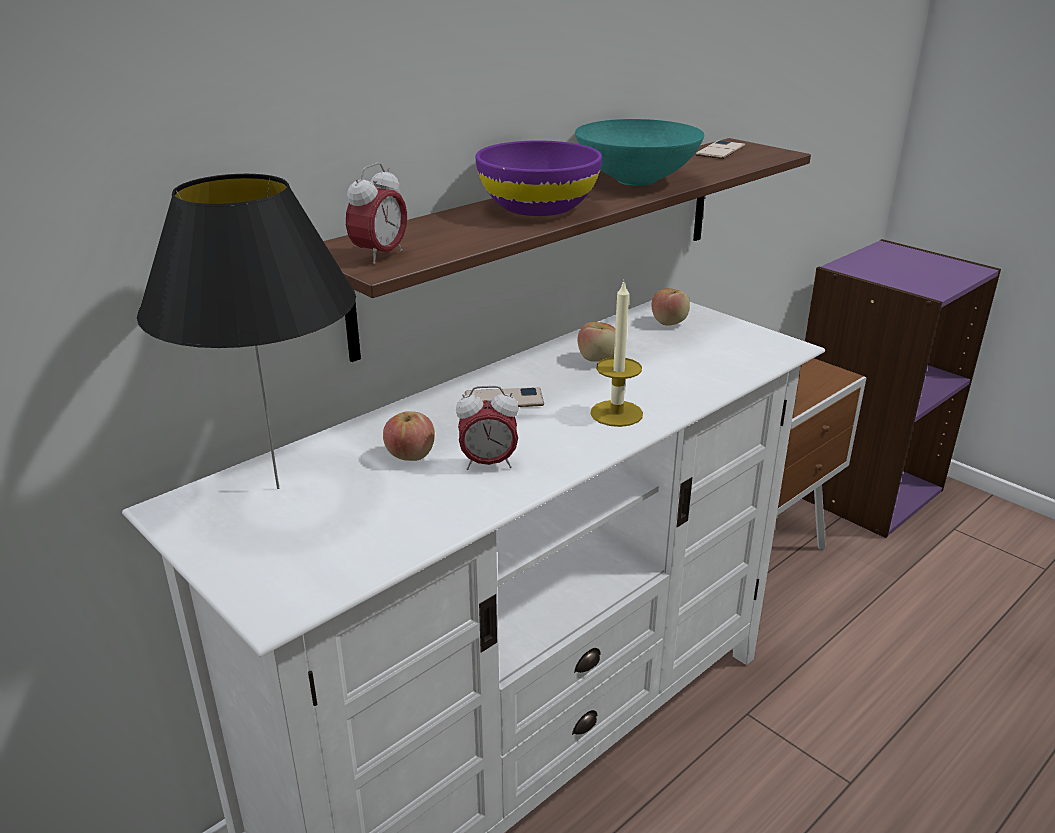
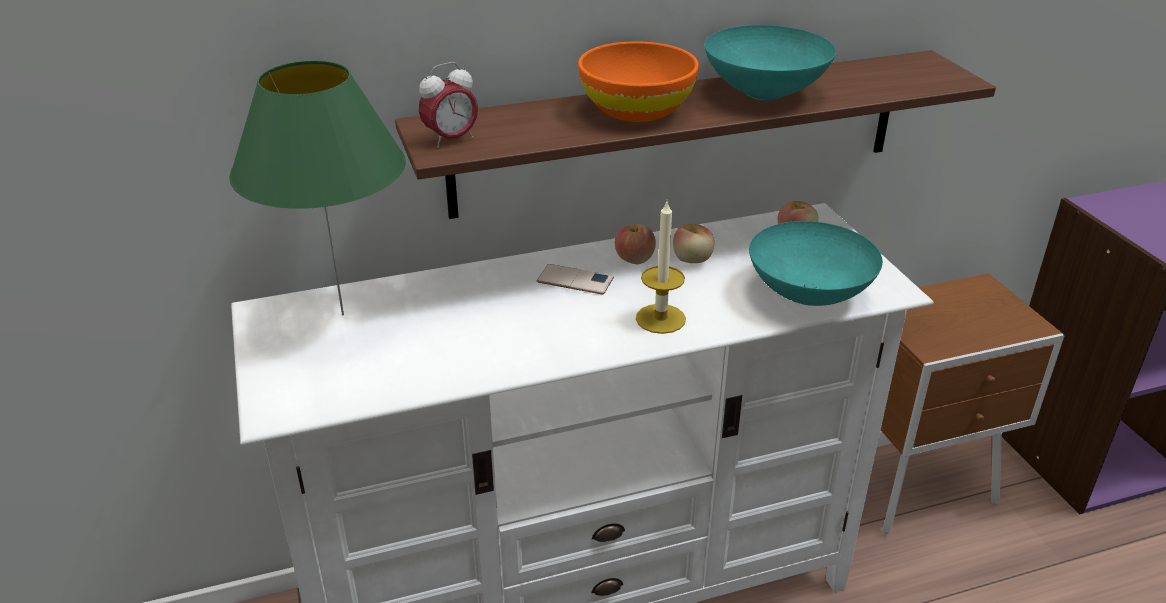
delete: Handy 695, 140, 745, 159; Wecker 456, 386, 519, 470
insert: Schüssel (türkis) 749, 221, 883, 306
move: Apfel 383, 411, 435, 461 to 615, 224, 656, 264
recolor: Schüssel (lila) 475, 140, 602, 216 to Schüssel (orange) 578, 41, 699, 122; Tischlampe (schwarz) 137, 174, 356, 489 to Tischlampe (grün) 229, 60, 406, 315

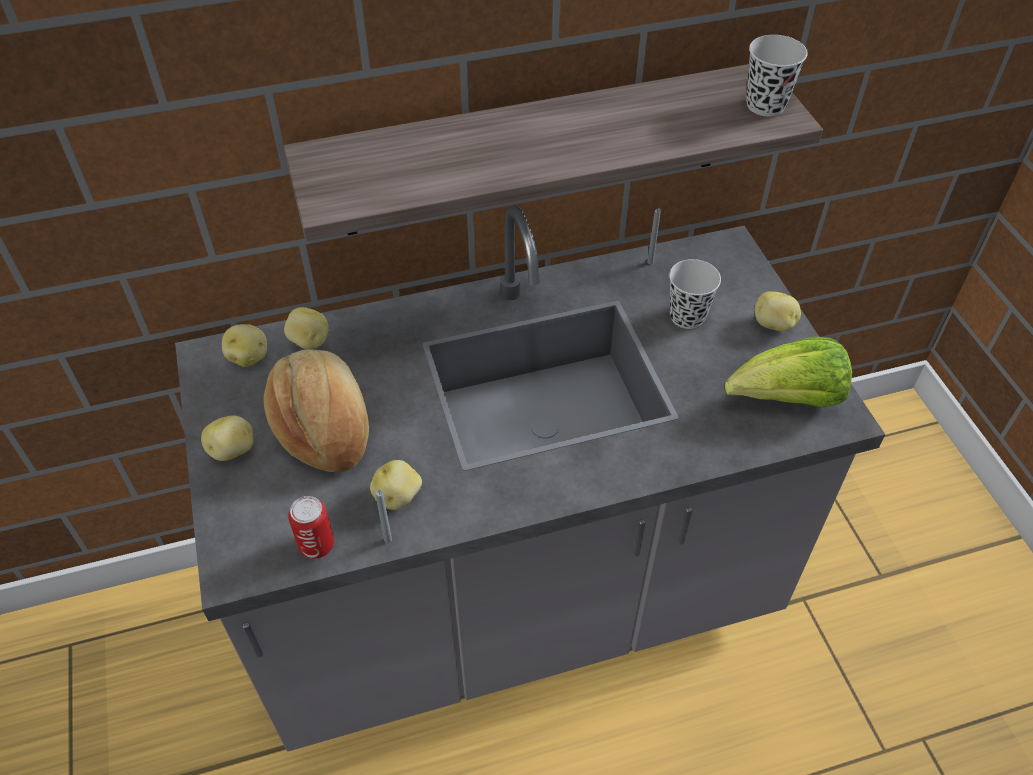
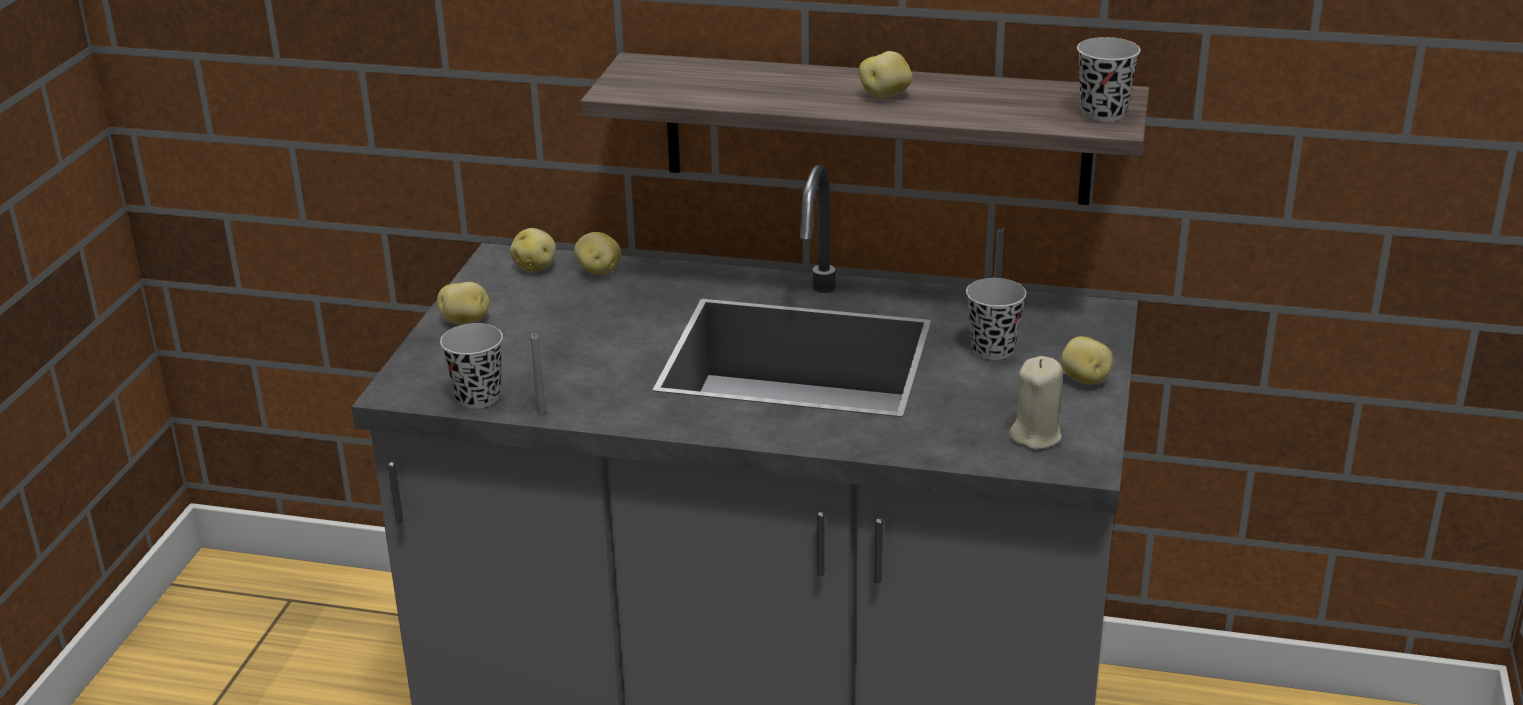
delete: Brot 264, 349, 369, 473
move: Kartoffel 370, 460, 422, 510 to 859, 51, 913, 99
replace: Salatkopf 725, 336, 852, 408 to Kerze (beige) 1008, 356, 1063, 450; Dose 288, 496, 334, 559 to Tasse (schwarz) 440, 323, 503, 409

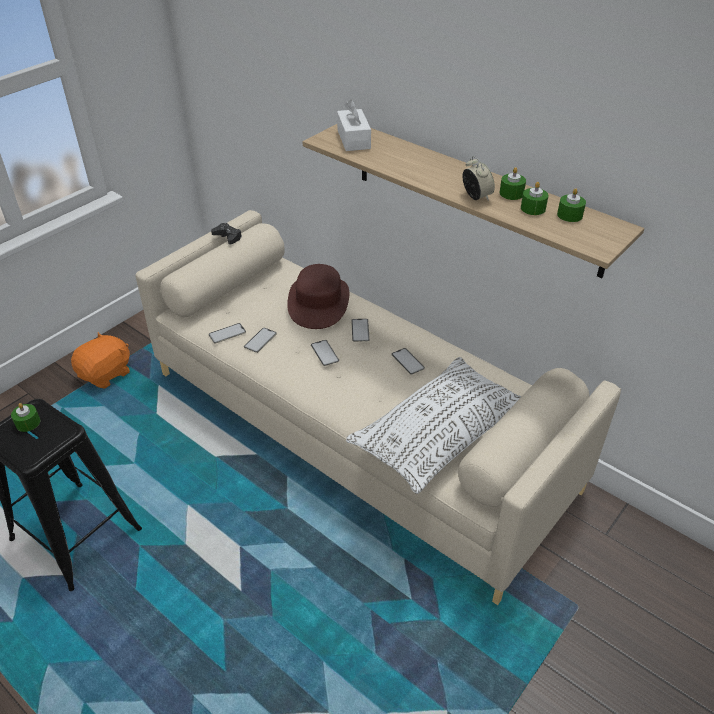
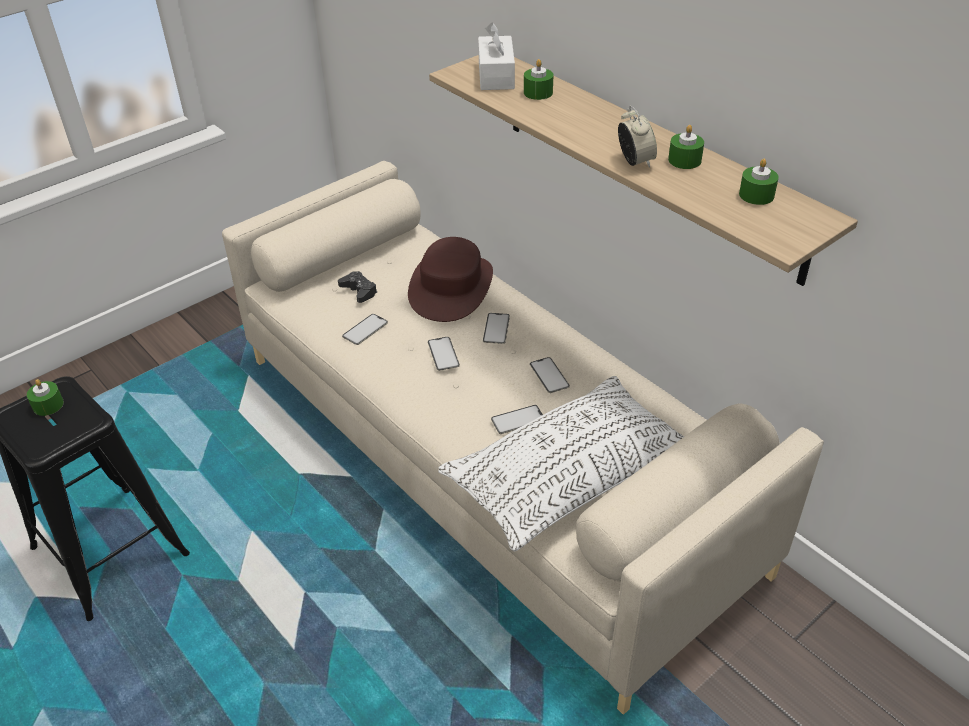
delete: Plüschtier (orange) 71, 332, 130, 388
move: Kerze (grün) 521, 182, 548, 215 to 524, 59, 553, 100; Gamepad (schwarz) 211, 223, 242, 244 to 338, 271, 377, 303; Handy 209, 323, 246, 344 to 491, 405, 543, 434

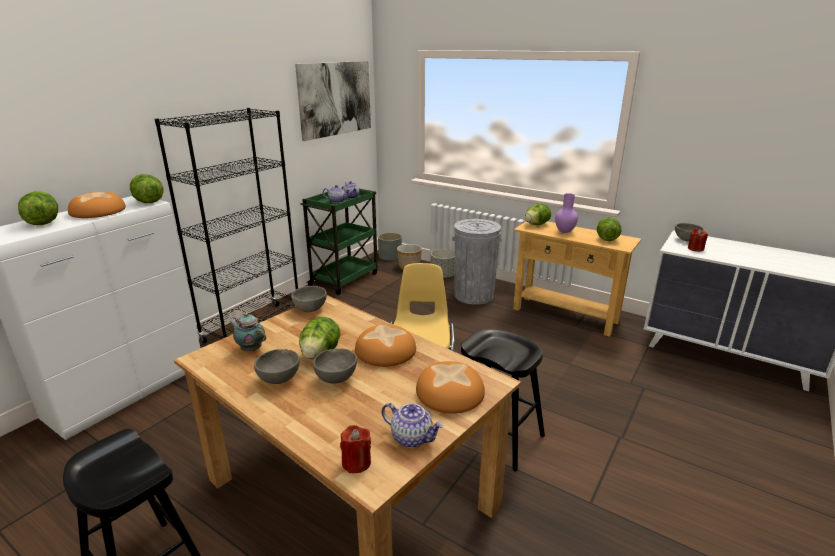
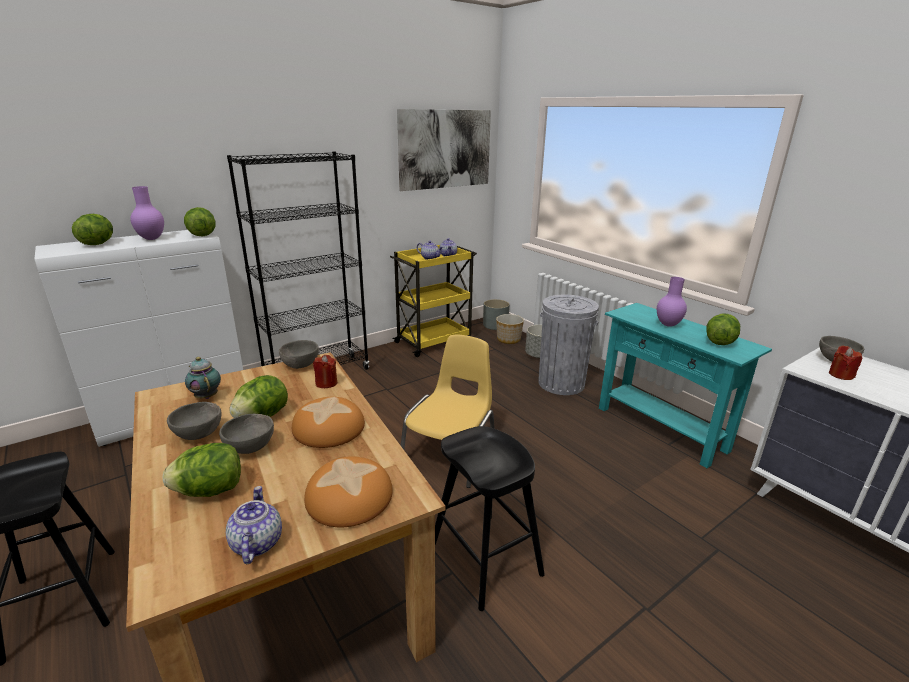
move: Salatkopf 525, 204, 551, 225 to 163, 443, 241, 497; Kerze (rot) 340, 425, 371, 473 to 313, 355, 337, 388
replace: Brot 68, 192, 126, 218 to Vase (lila) 130, 186, 164, 240
recolor: Rollwagen (grün) 300, 187, 378, 295 to Rollwagen (gelb) 390, 245, 477, 357; Konsolentisch (beige) 513, 221, 641, 337 to Konsolentisch (türkis) 599, 303, 772, 468
rotate: Teekanne 382, 403, 444, 448 = 226, 486, 282, 564 150 degrees counterclockwise

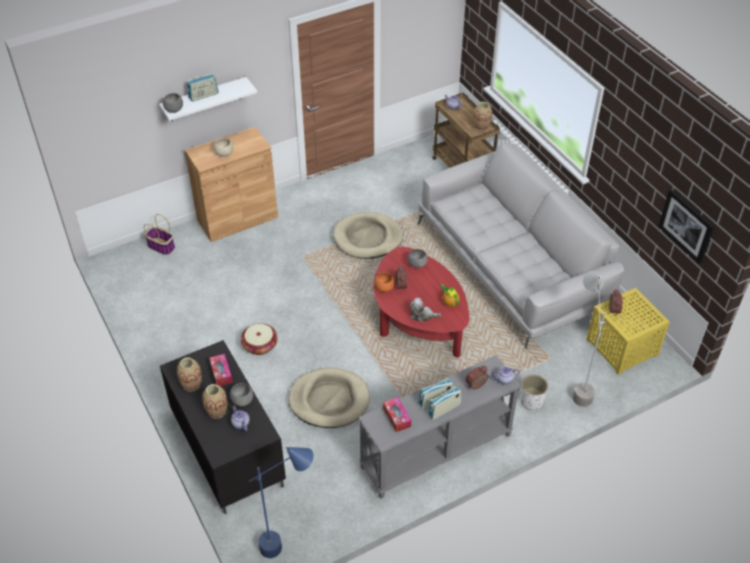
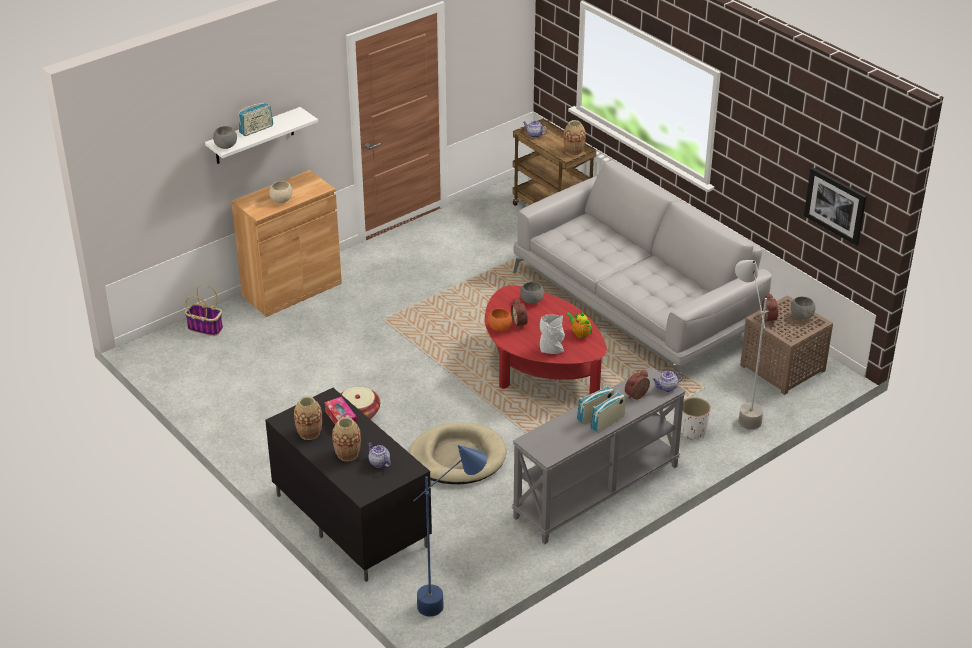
delete: Hundebett (beige) 333, 212, 403, 259; Taschentuchbox 383, 397, 411, 432
move: Schüssel (grau) 230, 383, 253, 406 to 791, 296, 815, 319
replace: Plüschtier 410, 298, 441, 322 to Vase (grau) 540, 315, 565, 354
recolor: Beistelltisch (gelb) 586, 288, 670, 375 to Beistelltisch (braun) 740, 295, 833, 395

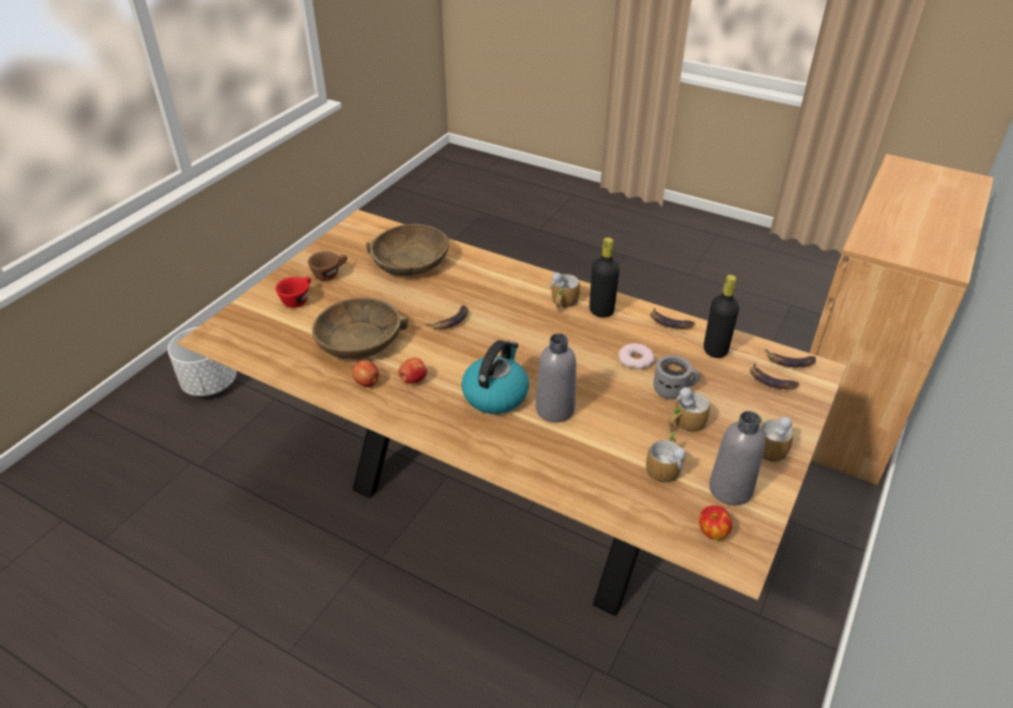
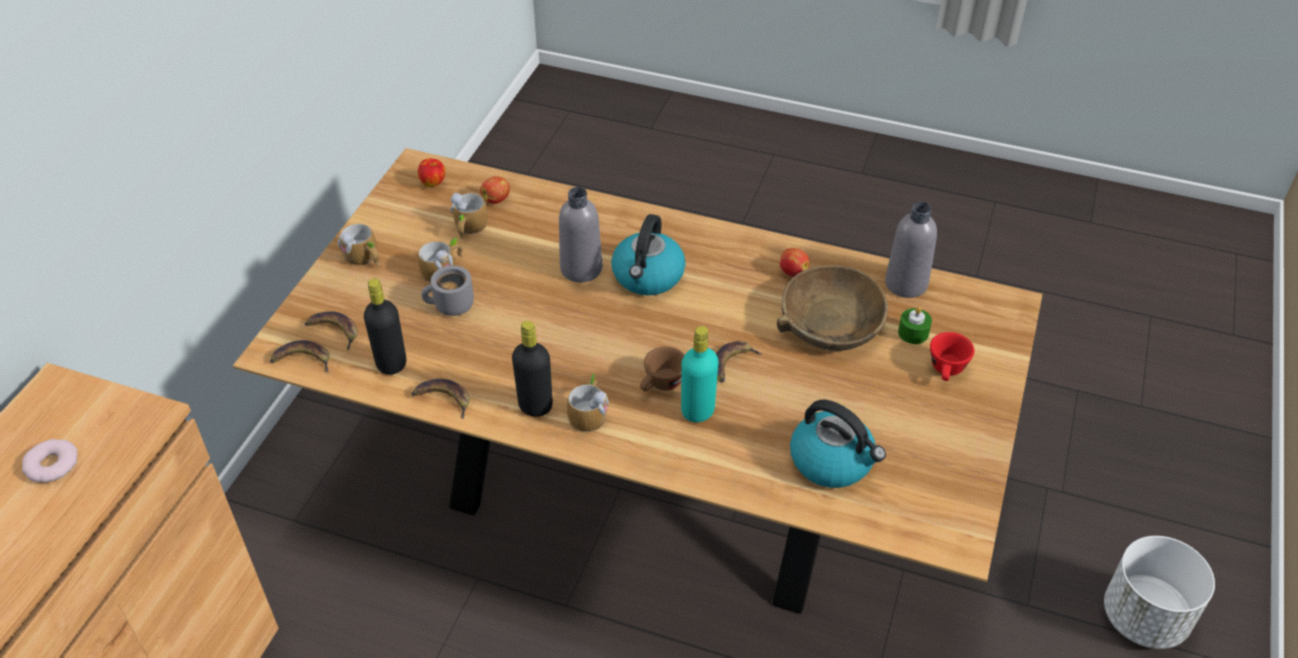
insert: Kerze (grün) 898, 307, 932, 344; Flasche (türkis) 681, 326, 718, 422
move: Tasse (braun) 308, 251, 347, 281 to 640, 346, 685, 391; Donut 618, 343, 655, 370 to 22, 439, 78, 483; Apfel 399, 358, 427, 384 to 480, 176, 510, 204; Flasche (grau) 709, 411, 765, 505 to 885, 202, 937, 298
replace: Schüssel (braun) 366, 224, 449, 276 to Wasserkessel 790, 400, 886, 488

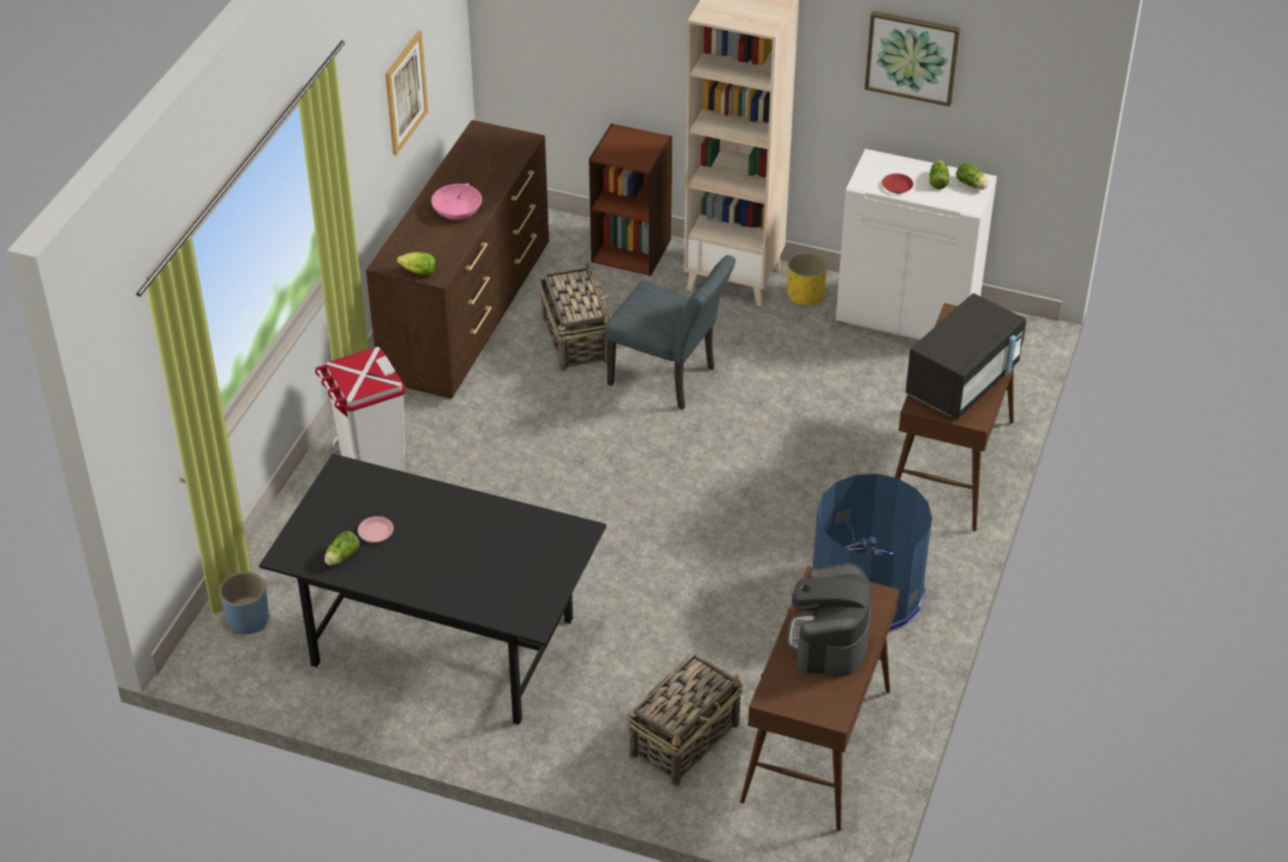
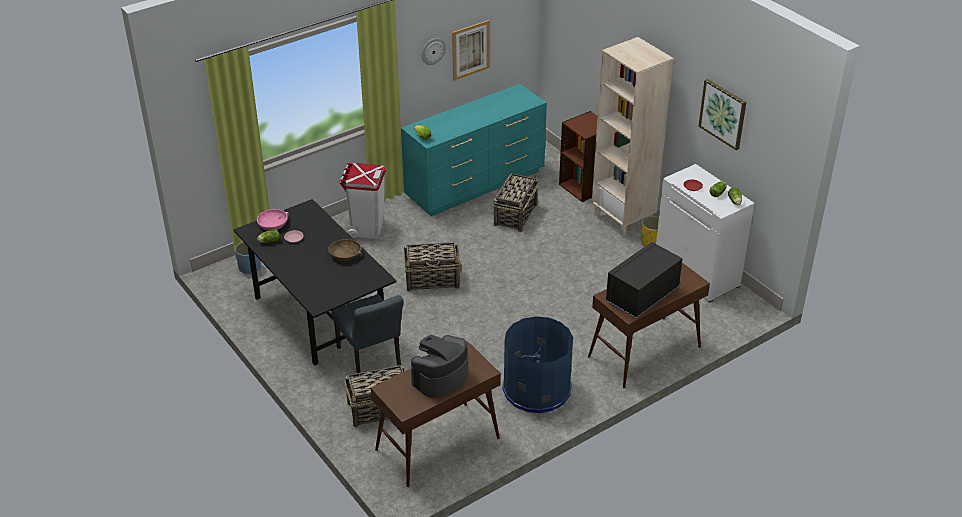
insert: Wanduhr 421, 38, 446, 65; Schüssel (braun) 328, 239, 362, 261; Korb 403, 242, 461, 291
move: Schüssel (rosa) 431, 183, 482, 220 to 257, 209, 289, 230; Stuhl (grau) 604, 255, 736, 410 to 332, 294, 404, 373
recolor: Kommode (braun) 366, 120, 549, 399 to Kommode (türkis) 401, 84, 547, 216
rotate: Mikrowelle (schwarz) 905, 293, 1026, 419 = 606, 242, 682, 318 150 degrees clockwise

